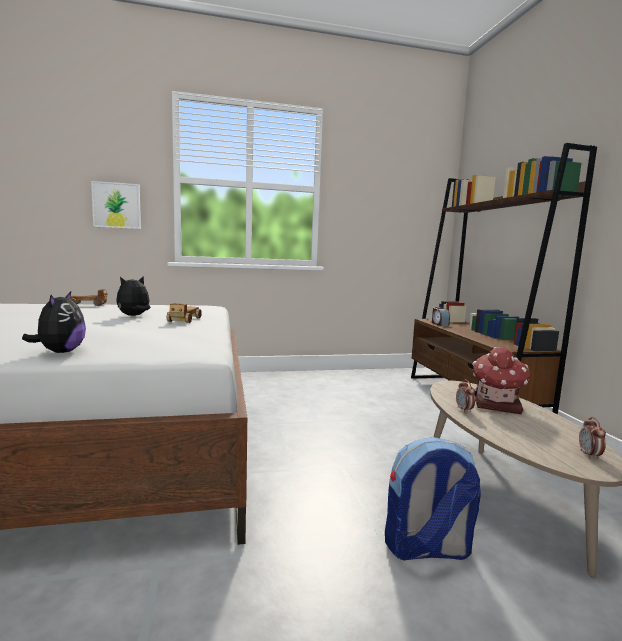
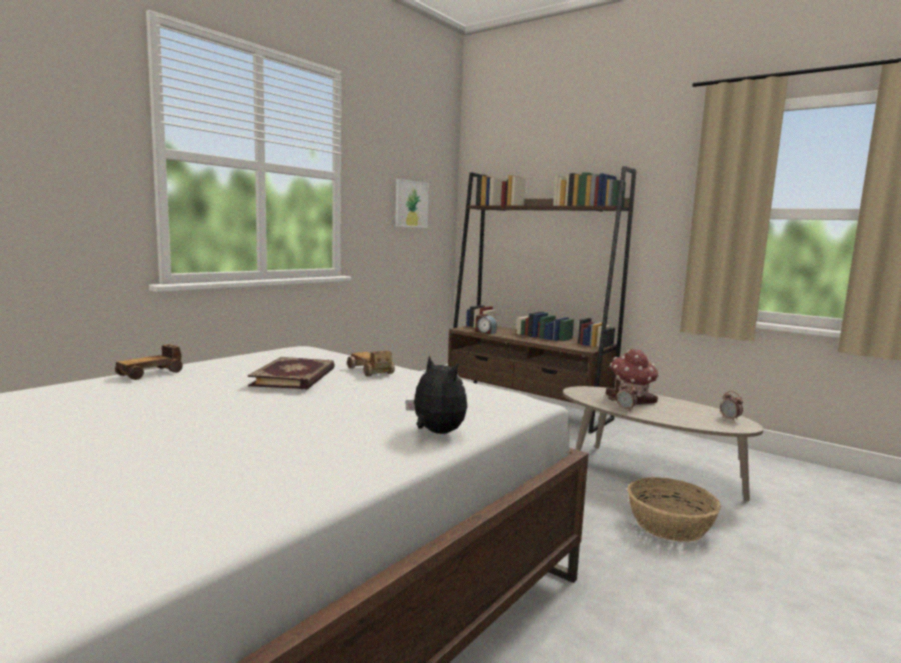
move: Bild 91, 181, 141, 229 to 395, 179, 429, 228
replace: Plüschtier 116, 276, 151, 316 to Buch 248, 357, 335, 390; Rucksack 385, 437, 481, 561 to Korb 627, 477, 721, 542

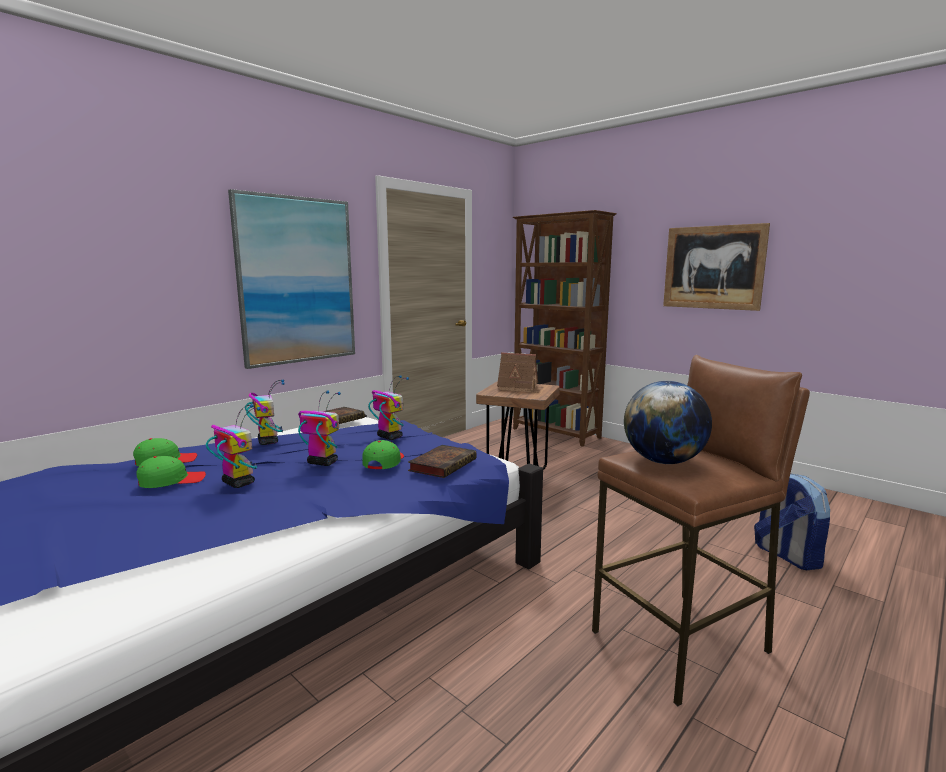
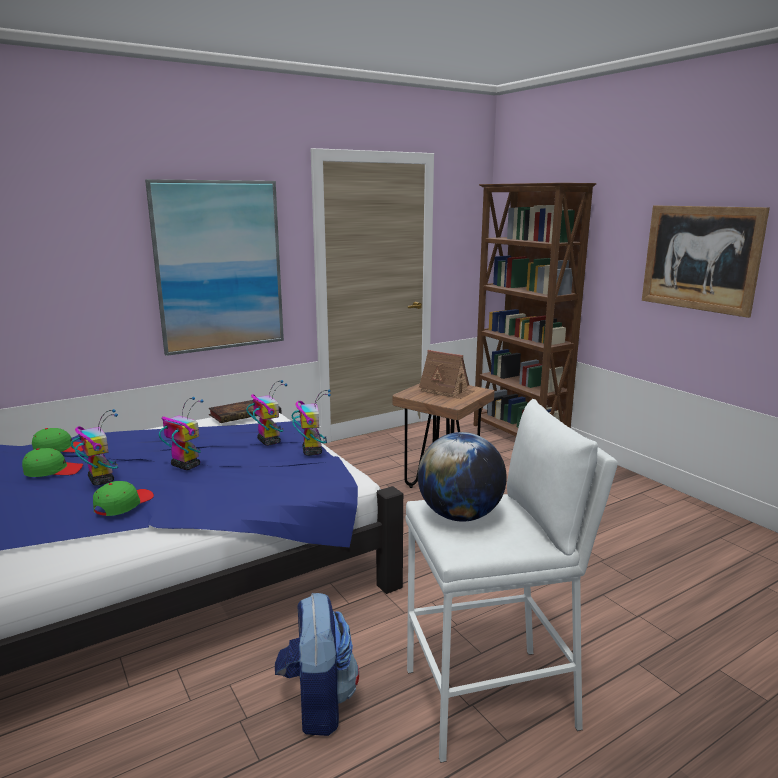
delete: Buch 408, 445, 477, 478
move: Spielzeugroboter 245, 380, 285, 445 to 291, 389, 331, 456; Kappe (grün) 362, 440, 404, 469 to 93, 481, 154, 516; Rucksack 754, 473, 830, 570 to 275, 593, 359, 736
recolor: Hocker (braun) 592, 355, 810, 706 to Hocker (weiß) 405, 399, 618, 763

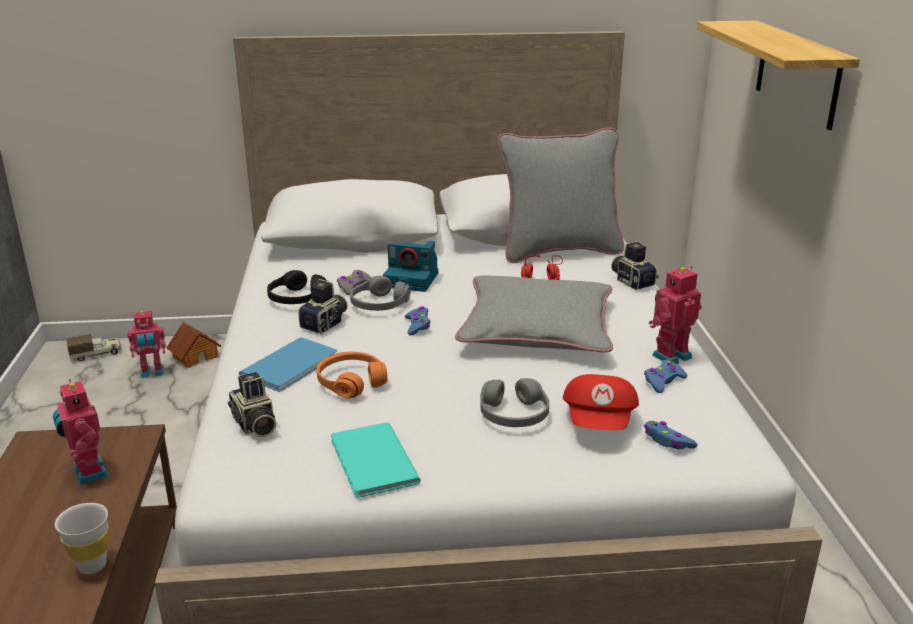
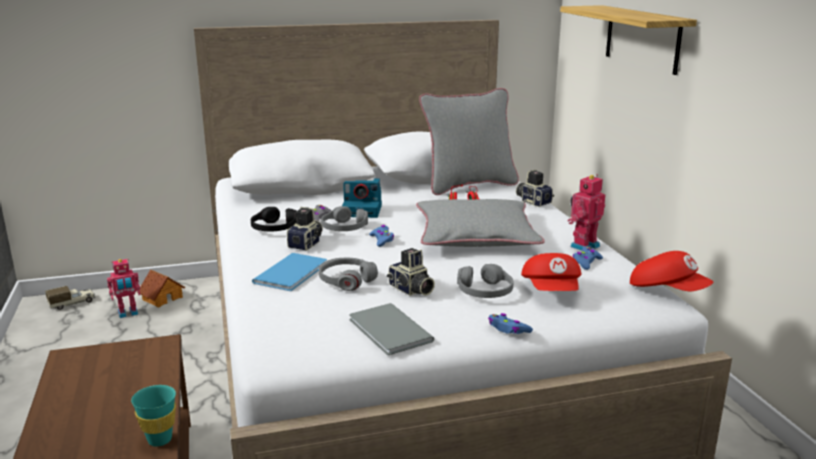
delete: Spielzeugroboter 53, 379, 109, 485
insert: Kappe (rot) 630, 251, 713, 291
move: Kamera 228, 372, 276, 437 to 387, 248, 435, 296; Gamepad (blau) 644, 421, 698, 449 to 488, 313, 533, 334
recolor: Kopfhörer (orange) 317, 352, 388, 398 to Kopfhörer (grau) 319, 258, 378, 291; Buch (türkis) 331, 422, 421, 498 to Buch (grau) 349, 303, 434, 355; Tasse (weiß) 55, 503, 109, 574 to Tasse (türkis) 131, 385, 176, 446

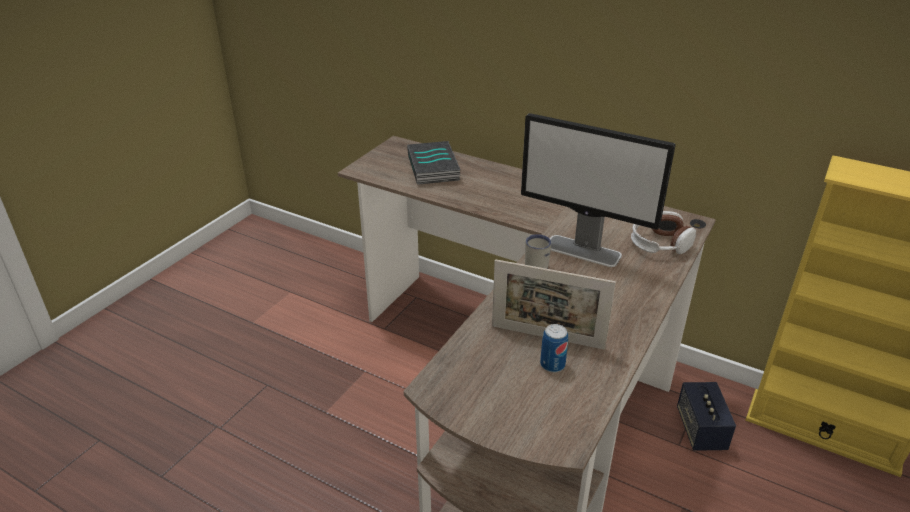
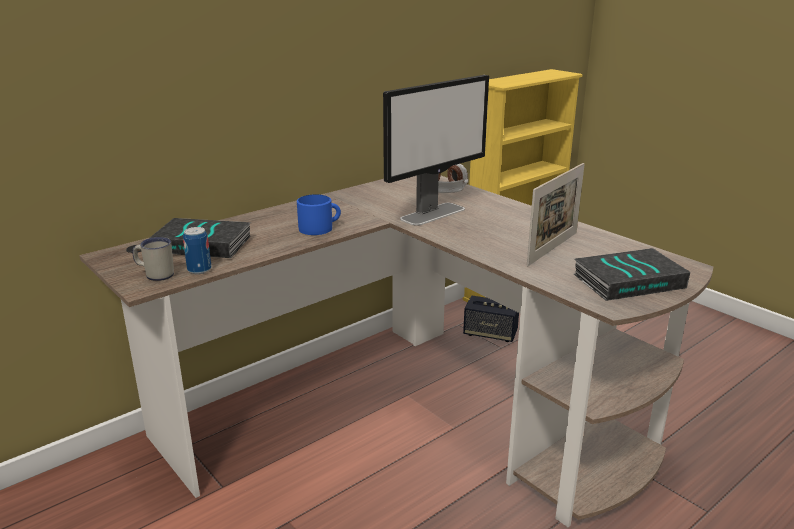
insert: Henkelbecher (blau) 297, 194, 341, 235; Buch 574, 248, 690, 301
move: Henkelbecher (weiß) 525, 234, 551, 269 to 132, 237, 174, 281; Dose 540, 324, 568, 373 to 183, 227, 211, 274

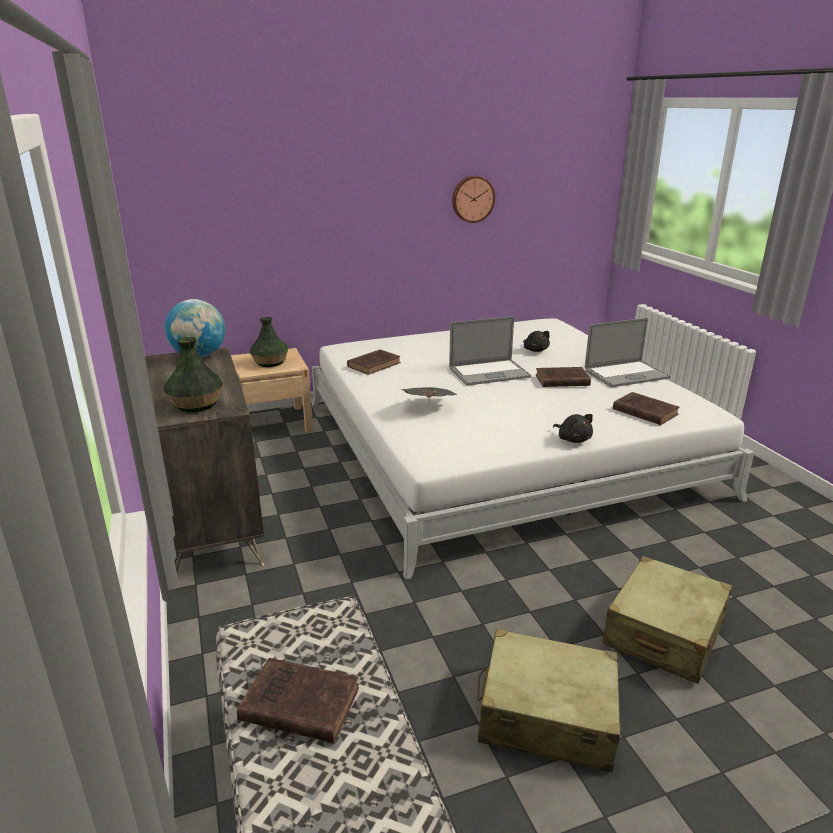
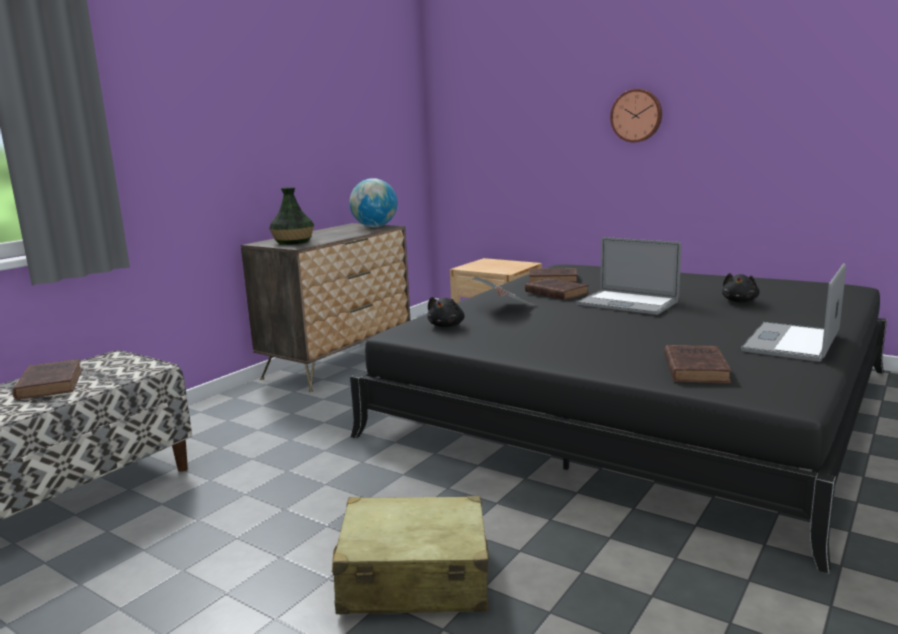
delete: Vase 250, 317, 288, 367; Koffer (beige) 477, 629, 621, 773
move: Wanduhr 452, 176, 495, 223 to 610, 89, 662, 142; Buch (braun) 536, 367, 591, 387 to 525, 278, 589, 300; Plüschtier (schwarz) 553, 414, 593, 443 to 428, 297, 465, 327
recolor: Bett (weiß) 312, 319, 754, 580 to Bett (schwarz) 350, 264, 887, 574
rotate: Laptop 585, 318, 671, 387 = 741, 263, 846, 362 90 degrees clockwise

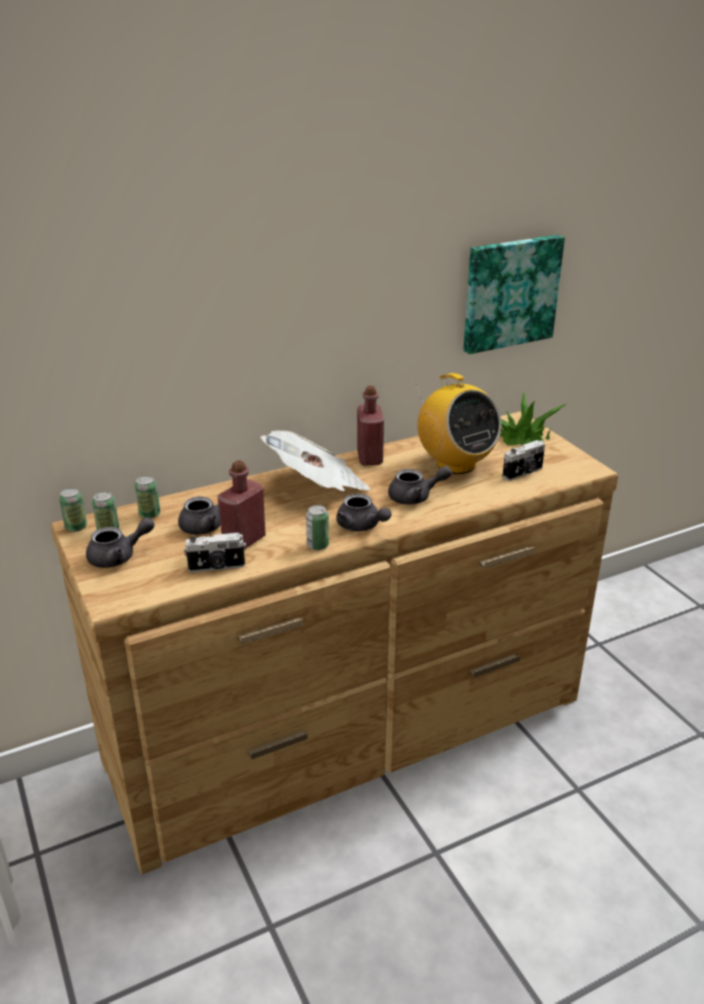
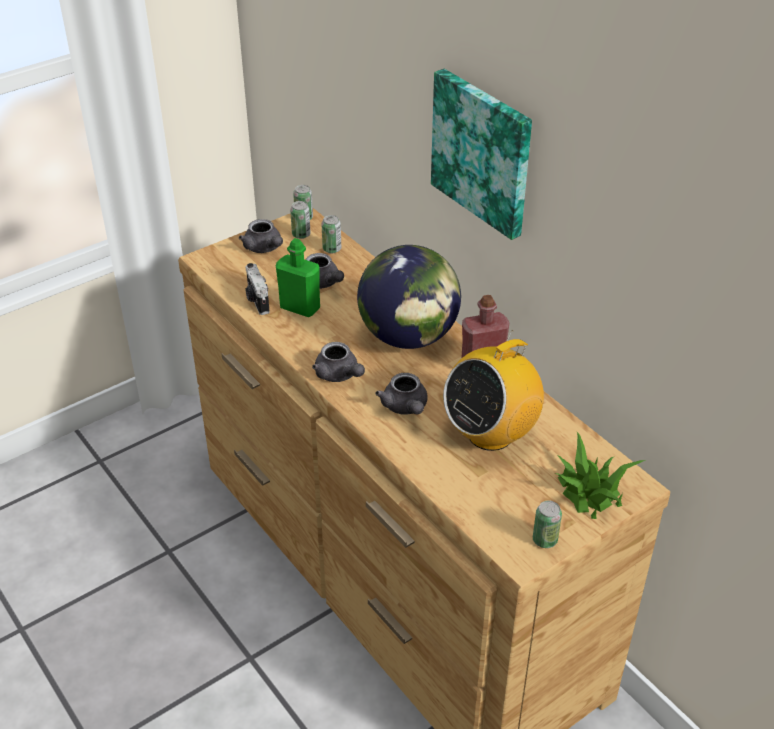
delete: Kamera 502, 440, 545, 481
move: Bild 463, 235, 565, 354 to 431, 69, 532, 240; Dose 306, 505, 329, 550 to 533, 500, 562, 548
replace: Zeitung 260, 431, 371, 491 to Globus 357, 245, 461, 349
recolor: Flasche (rot) 218, 460, 266, 549 to Flasche (grün) 276, 238, 320, 317
rotate: Teekanne (grau) 336, 493, 391, 532 = 312, 342, 365, 382 75 degrees counterclockwise

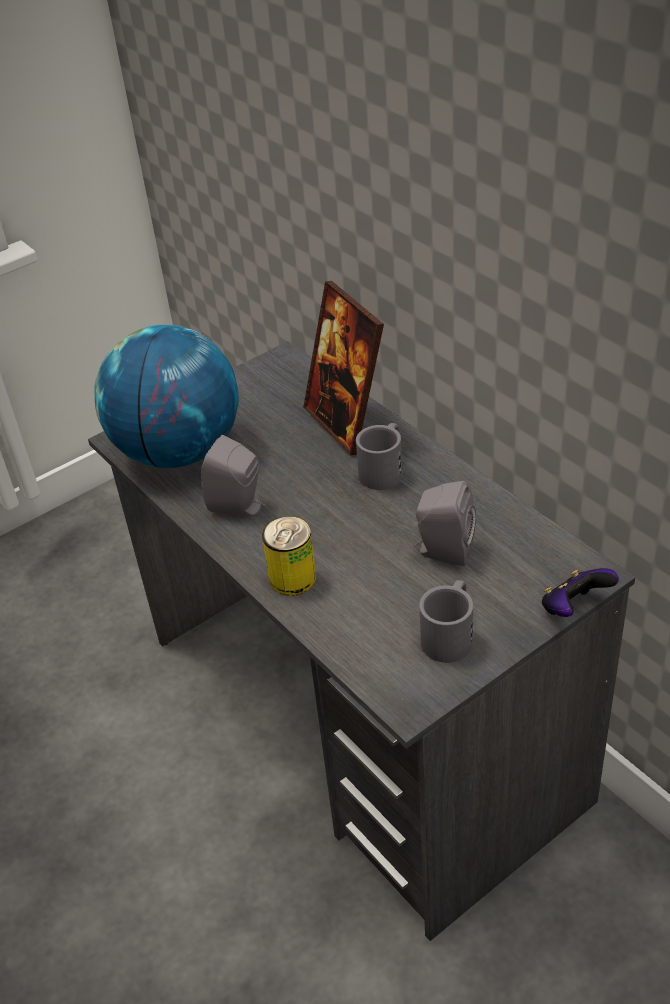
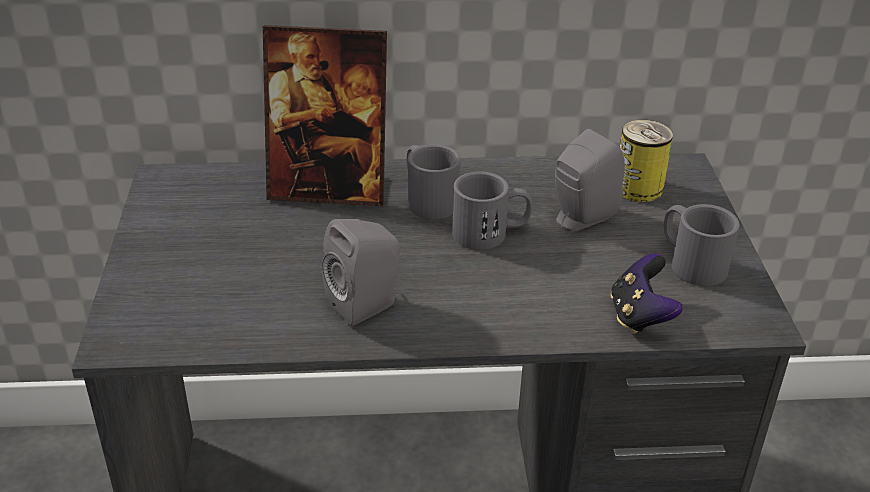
delete: Globus 94, 325, 239, 468
insert: Henkelbecher (grau) 452, 171, 532, 250
move: Dose 262, 516, 316, 596 to 620, 120, 673, 202; Gamepad 542, 568, 619, 617 to 610, 254, 683, 334

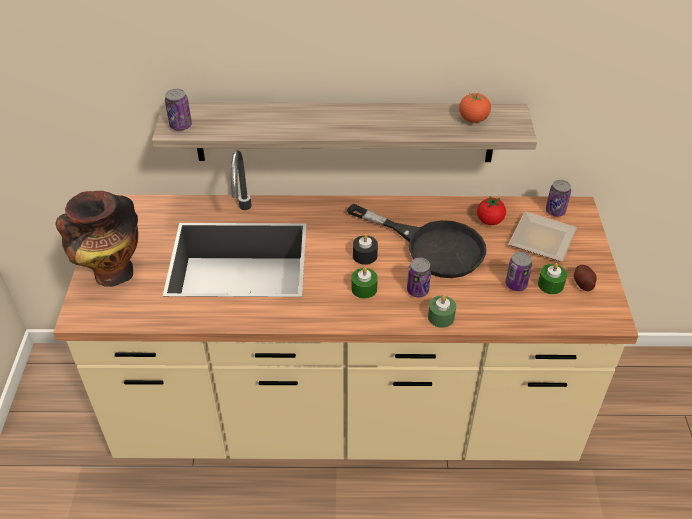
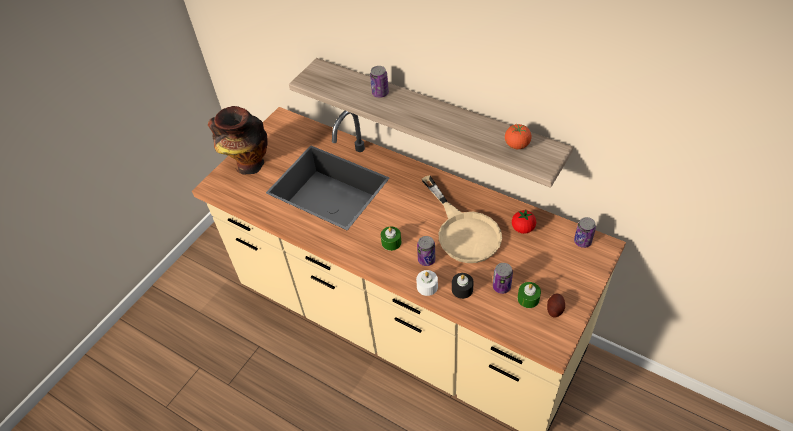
delete: Teller 509, 211, 577, 262
move: Dose 165, 88, 192, 131 to 370, 66, 389, 98; Kerze (schwarz) 353, 234, 378, 265 to 452, 273, 474, 299
recolor: Pfanne (schwarz) 347, 203, 486, 278 to Pfanne (beige) 422, 175, 502, 263; Kerze (grün) 428, 295, 456, 328 to Kerze (weiß) 416, 270, 438, 296

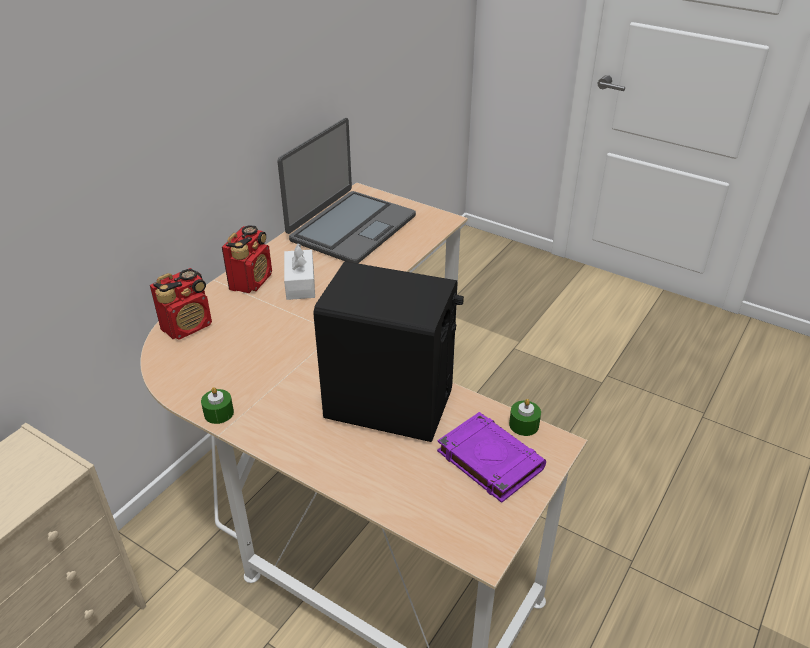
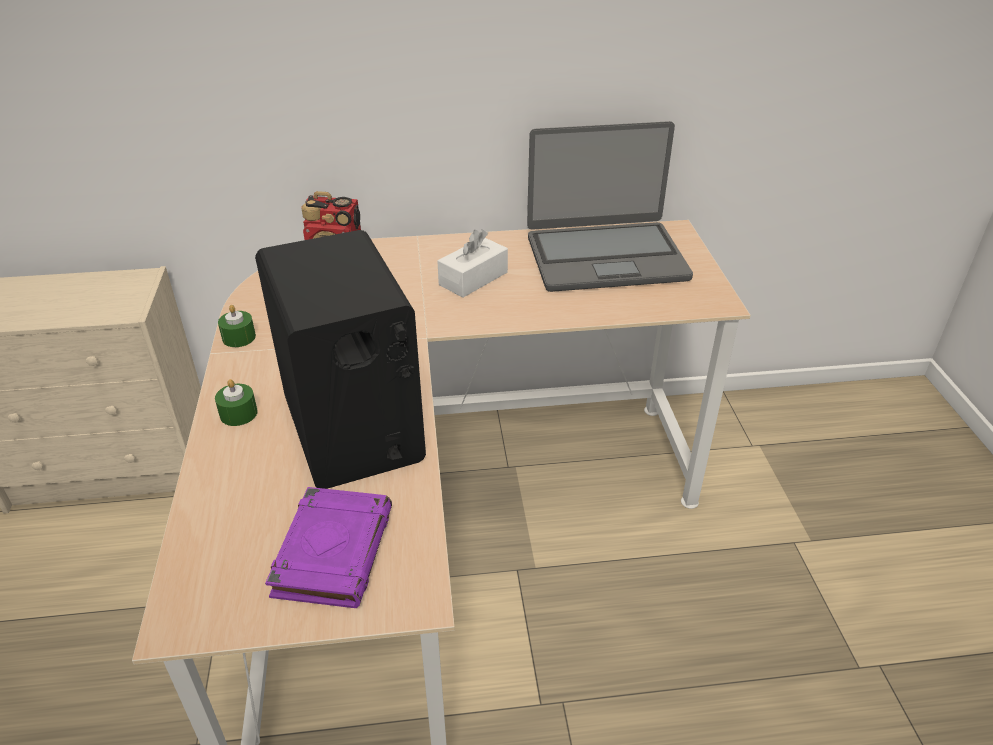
delete: Radio 222, 225, 272, 293
move: Kerze (grün) 509, 399, 541, 436 to 215, 379, 258, 426

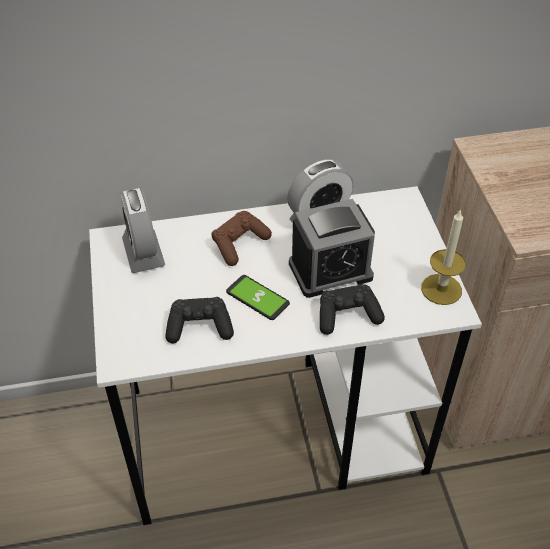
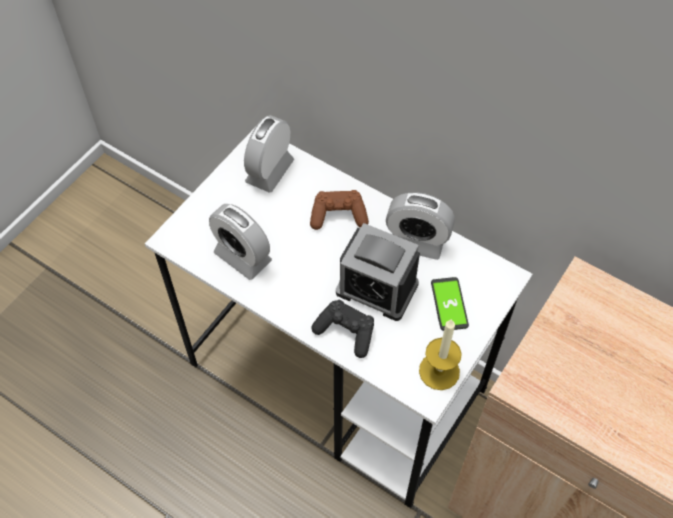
move: Handy 226, 275, 290, 320 to 431, 277, 469, 331
replace: Gamepad (schwarz) 165, 297, 234, 343 to Wecker 209, 204, 272, 280

